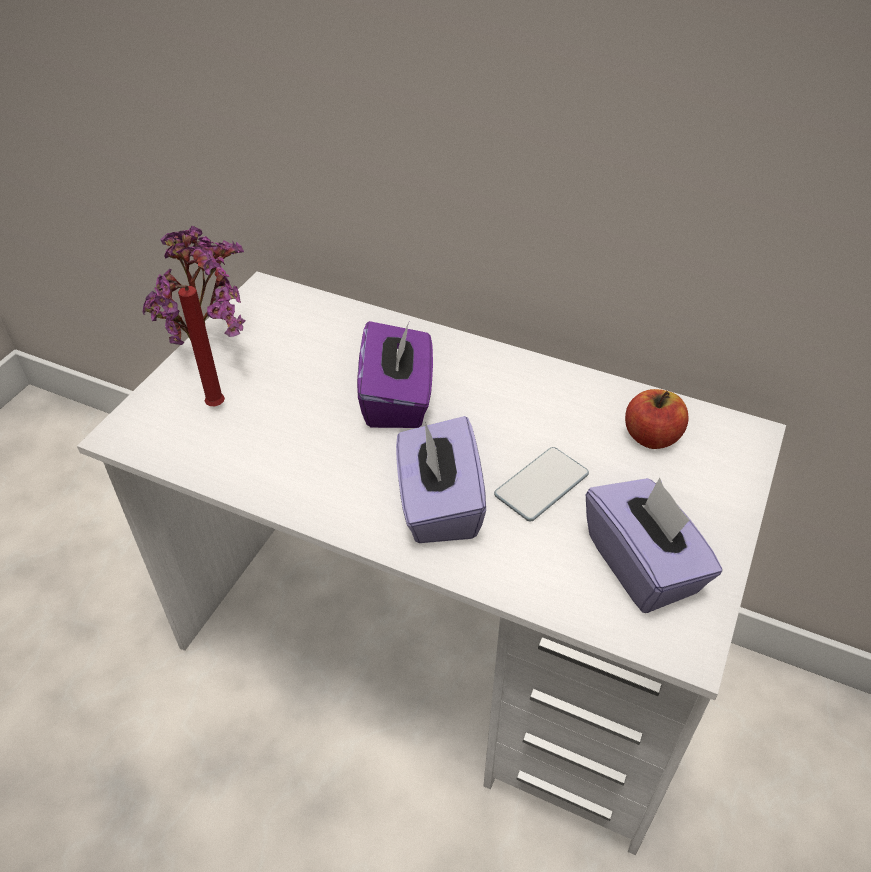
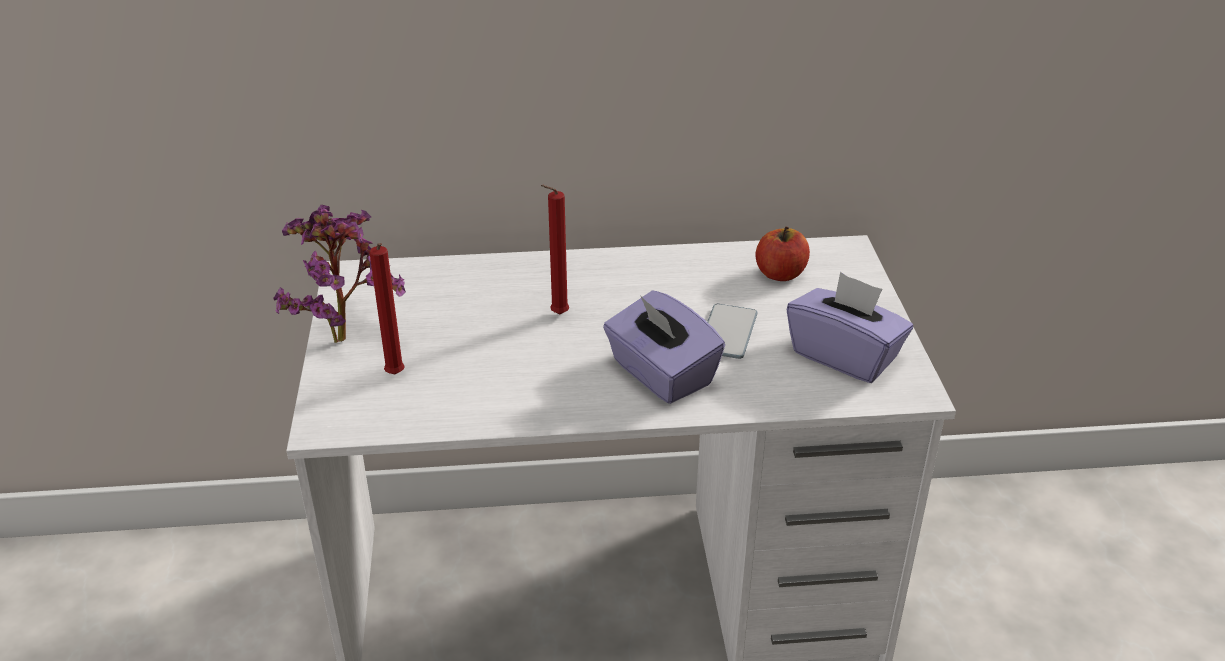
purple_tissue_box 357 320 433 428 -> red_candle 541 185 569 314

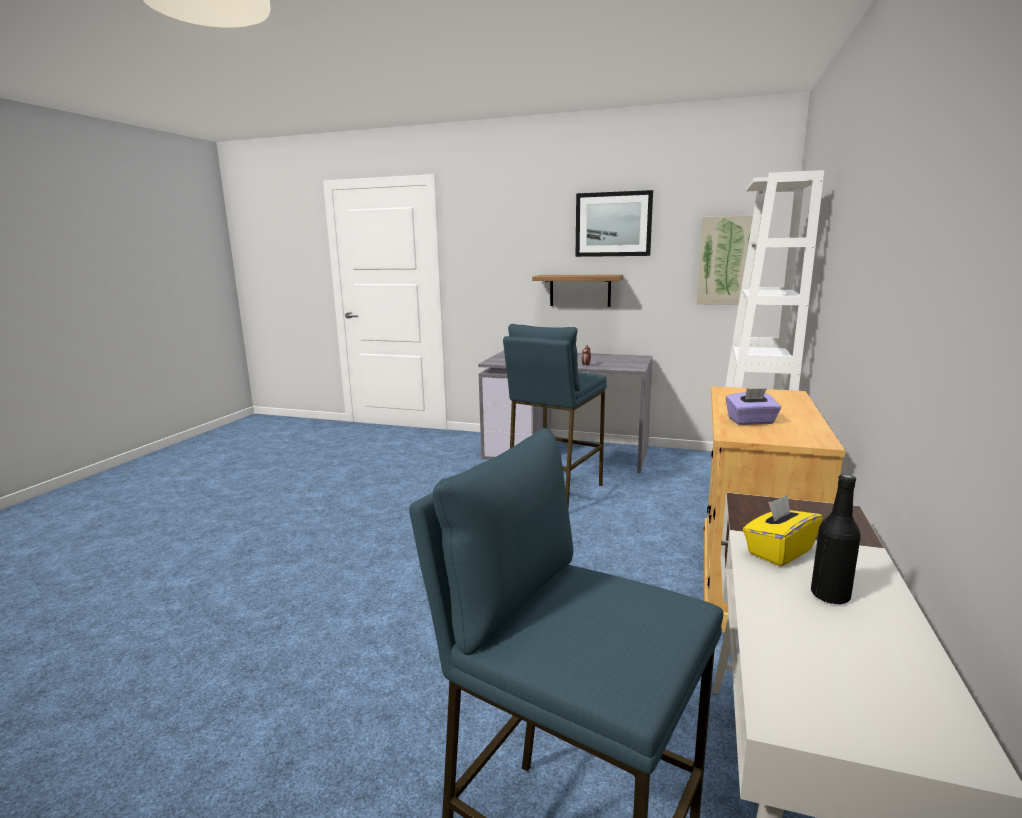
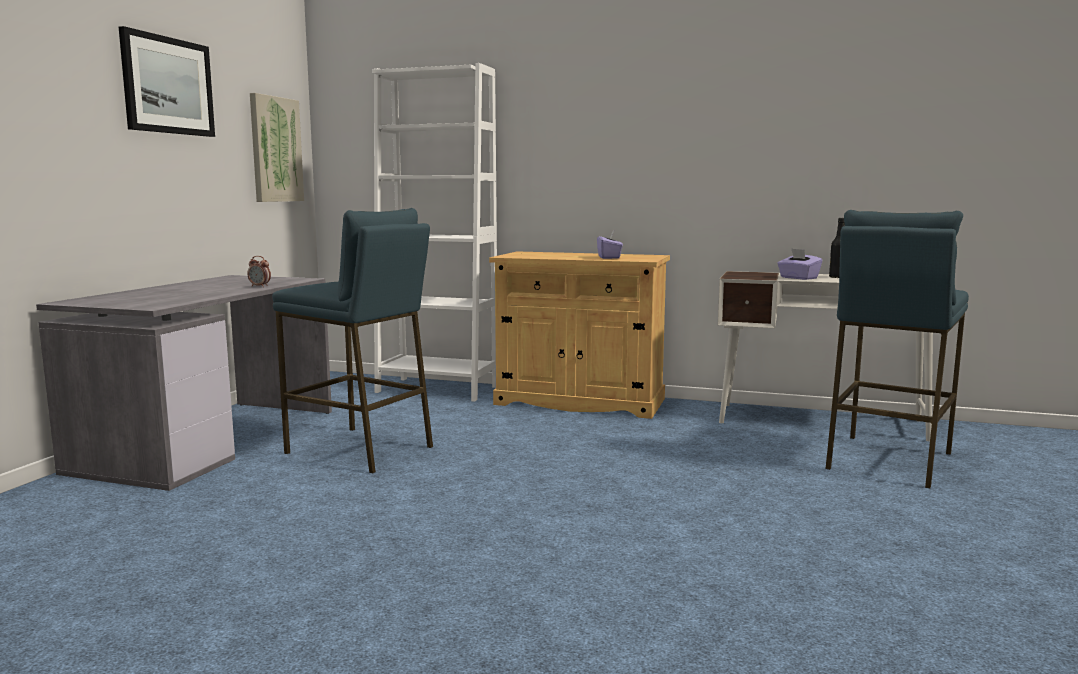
shelf 532 275 623 307 -> none
yellow_tissue_box 743 494 823 566 -> purple_tissue_box 777 248 823 280

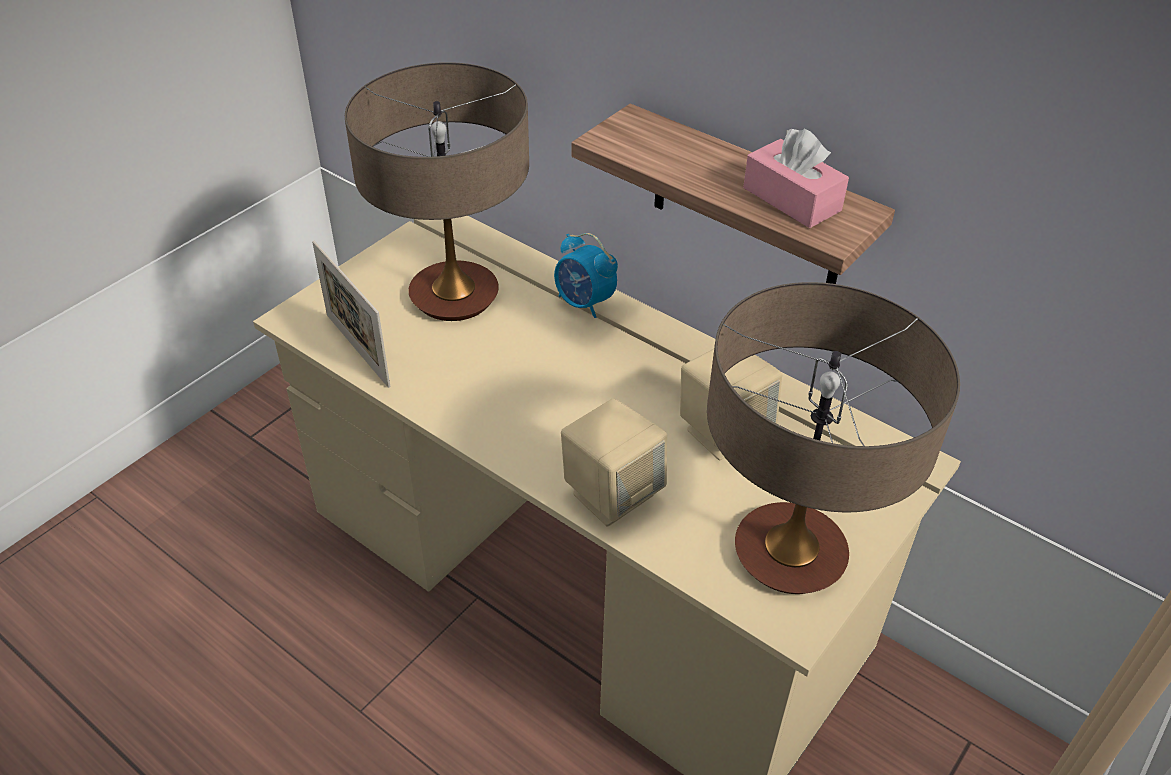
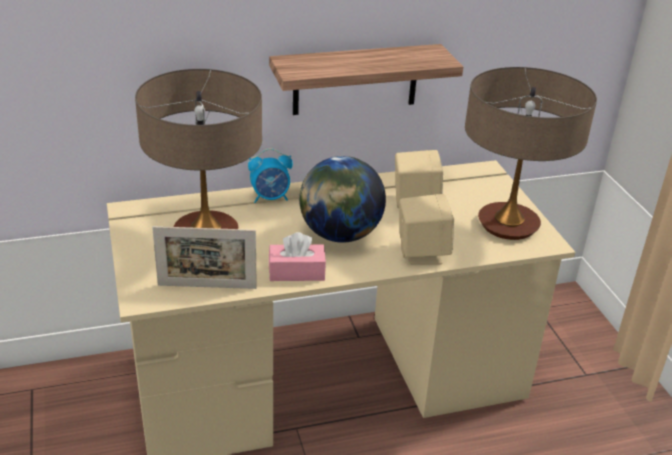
pink_tissue_box 743 129 849 228 -> pink_tissue_box 269 232 326 281, shifted
none -> globe 299 156 386 243

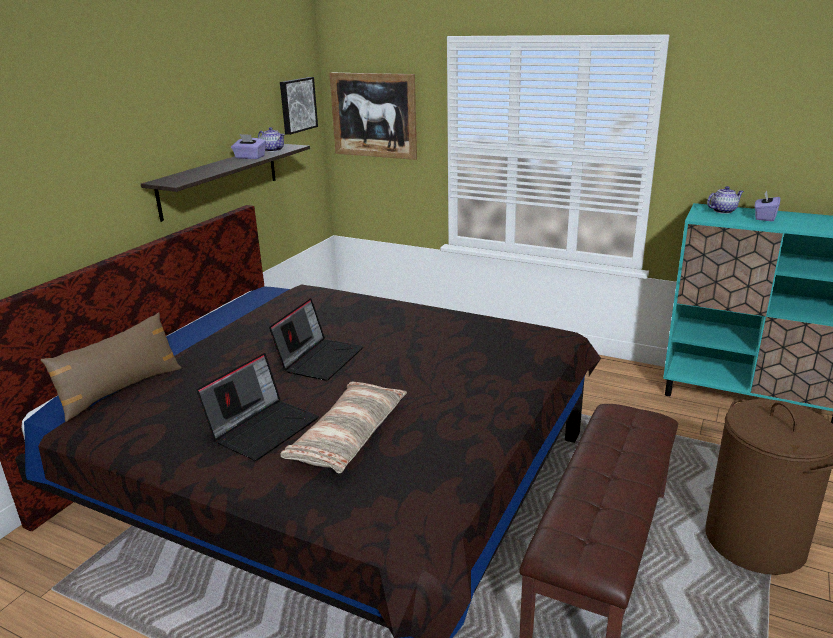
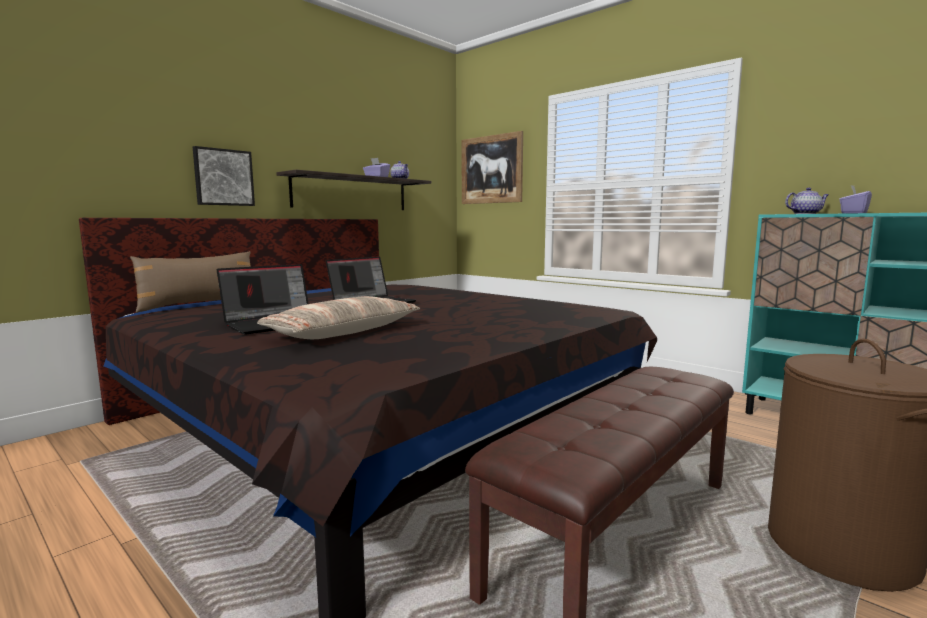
picture 280 77 318 135 -> picture 193 146 255 206, shifted

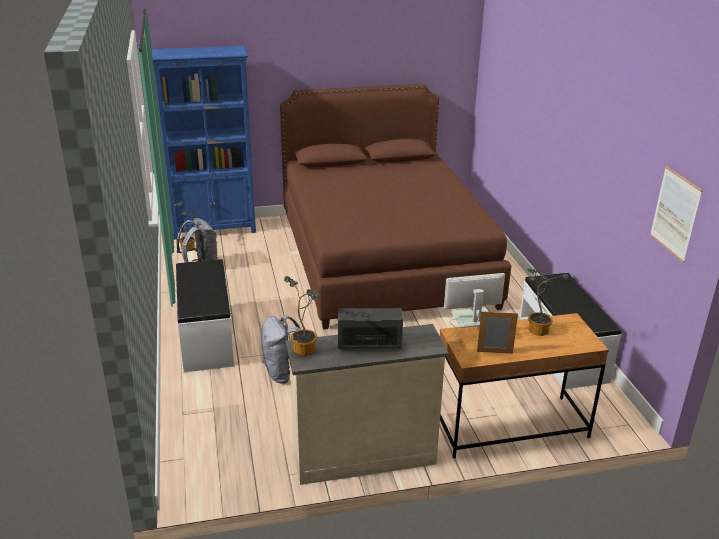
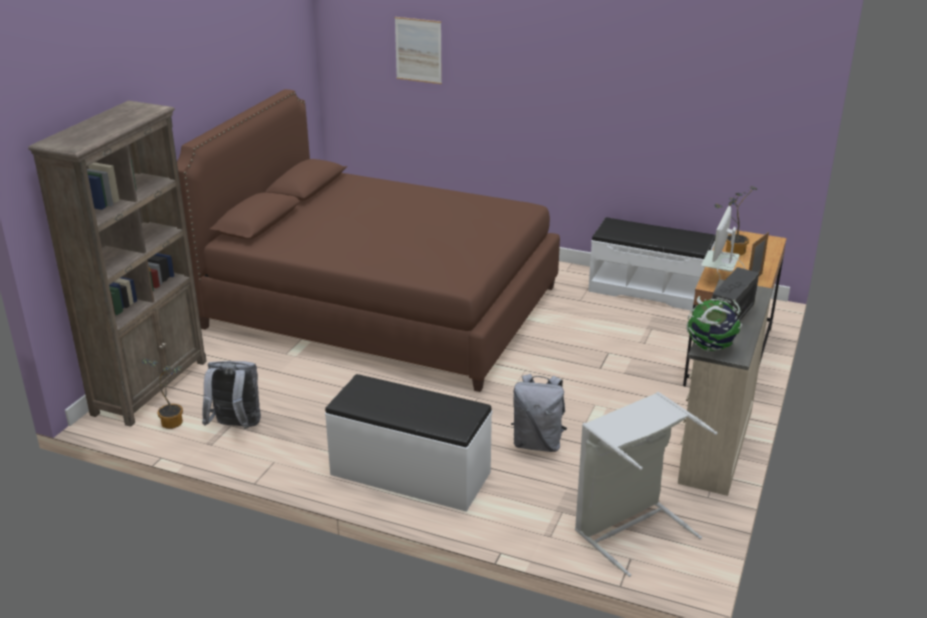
blue_bookcase 152 46 256 240 -> brown_bookcase 28 100 207 427
potted_plant 284 276 321 356 -> globe 686 296 742 351
picture 650 166 703 263 -> picture 395 17 442 84, shifted
none -> grey_laundry_basket 575 392 718 577

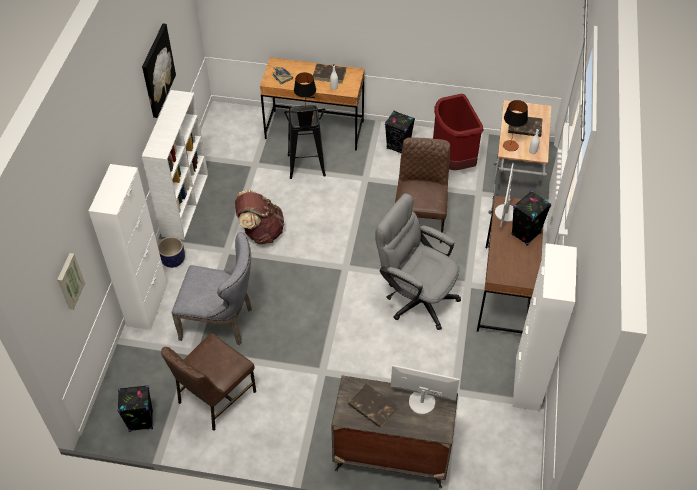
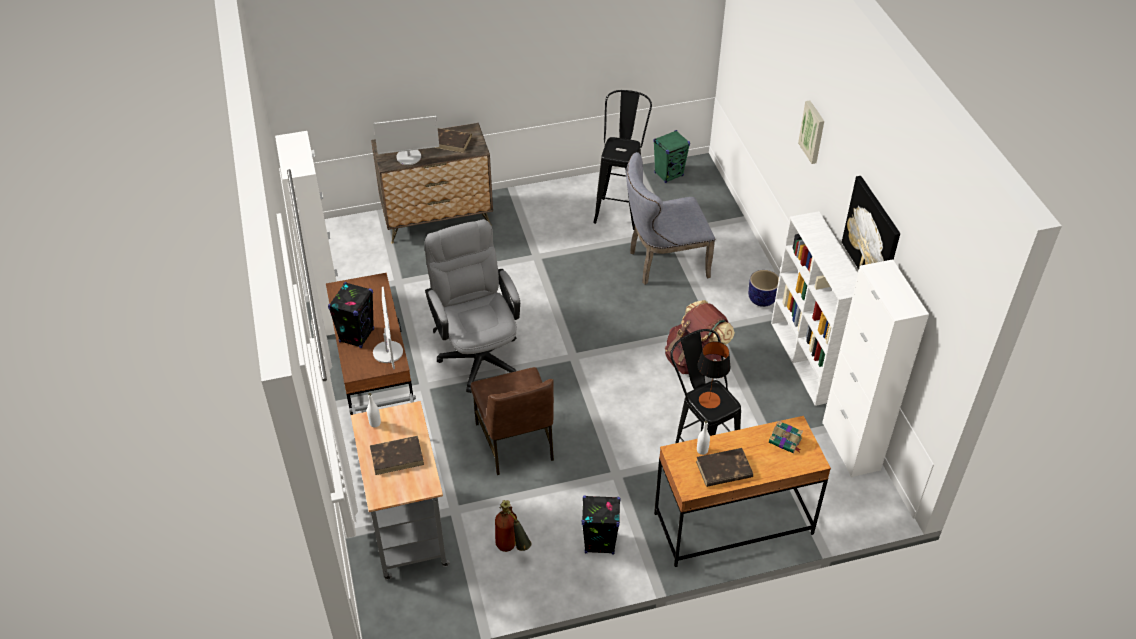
picture 57 253 85 310 -> picture 798 101 824 164, shifted
white_cabinet 89 164 168 330 -> white_cabinet 822 259 929 477, shifted
black_speaker 117 385 153 432 -> green_speaker 653 130 690 183
brown_chair 161 333 256 431 -> black_stool 593 90 652 230
grey_office_chair 375 194 461 330 -> grey_office_chair 424 219 520 393, 120 degrees counterclockwise
red_trash_can 433 94 484 170 -> fire_extinguisher 495 500 532 552
table_lamp 503 100 528 151 -> none

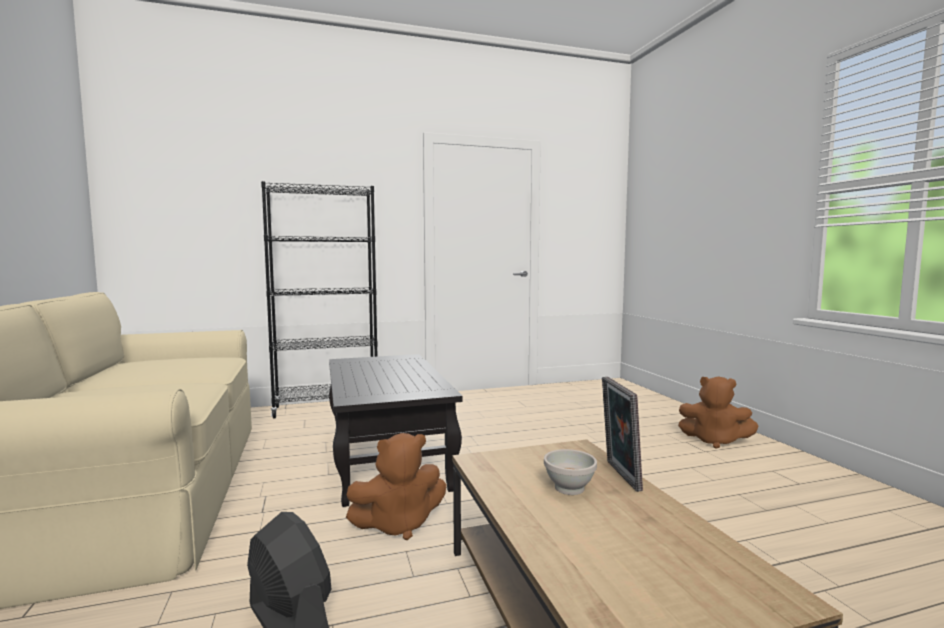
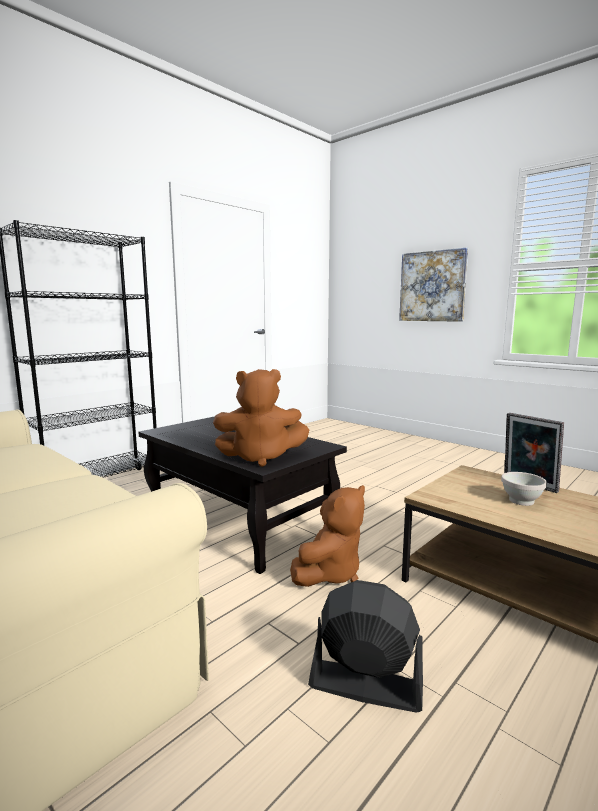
brown_plush_toy 678 376 759 448 -> brown_plush_toy 213 369 309 467, shifted
none -> picture 399 247 468 322

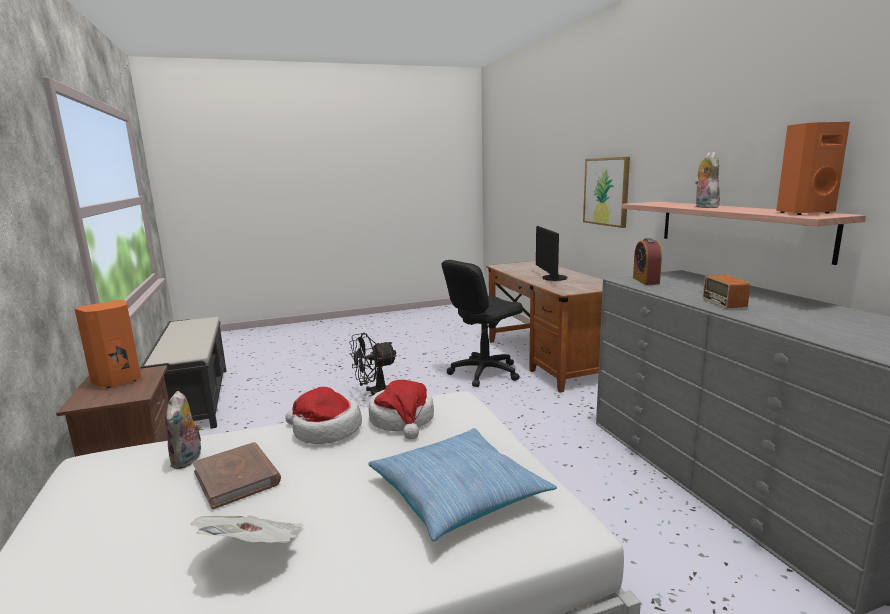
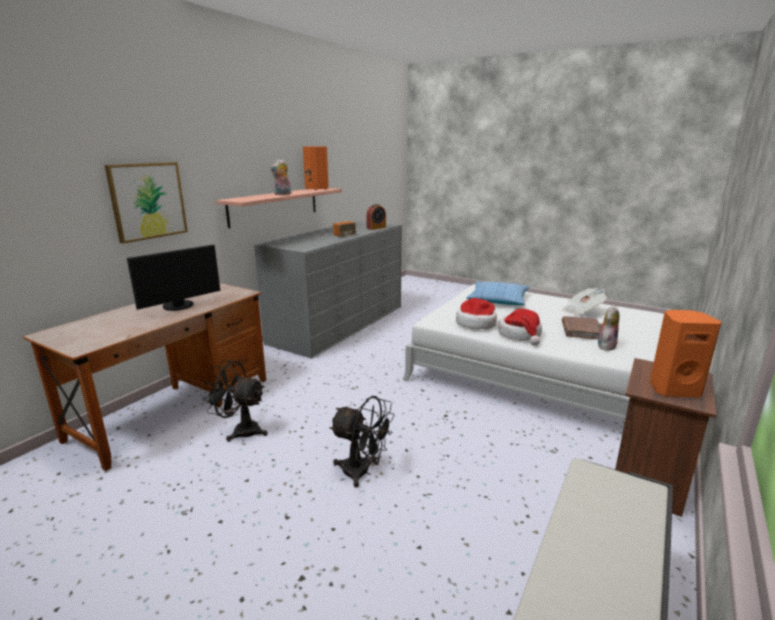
black_office_chair 442 260 523 387 -> black_fan 202 360 268 442
alarm_clock 633 238 662 285 -> alarm_clock 366 204 386 230, shifted

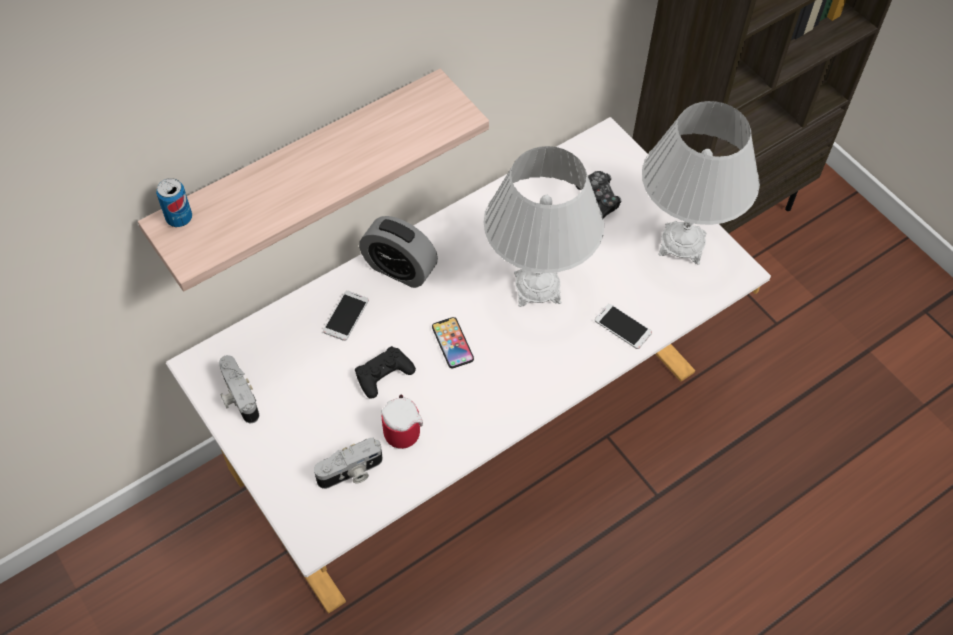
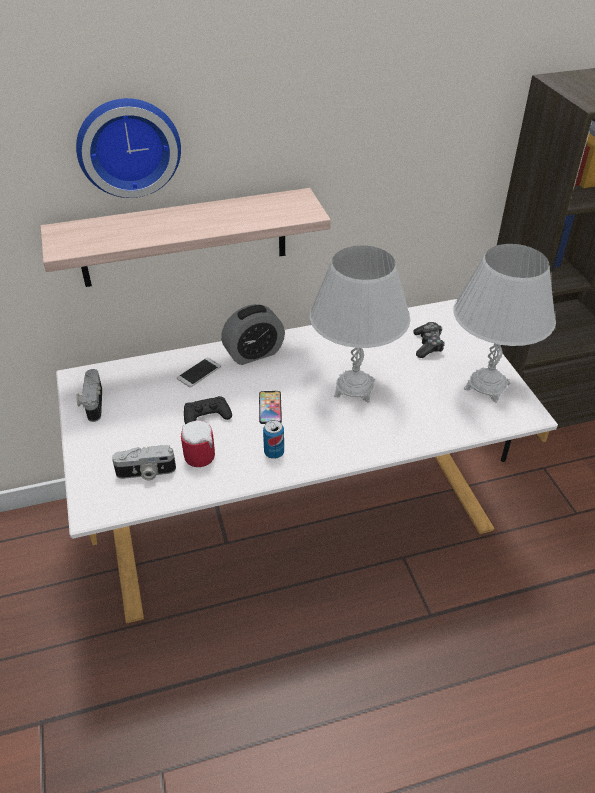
can 156 178 192 227 -> can 263 420 284 459, shifted
alarm_clock 359 216 438 288 -> alarm_clock 221 304 285 365, 75 degrees counterclockwise
phone 595 304 652 349 -> none
none -> wall_clock 76 98 181 198

